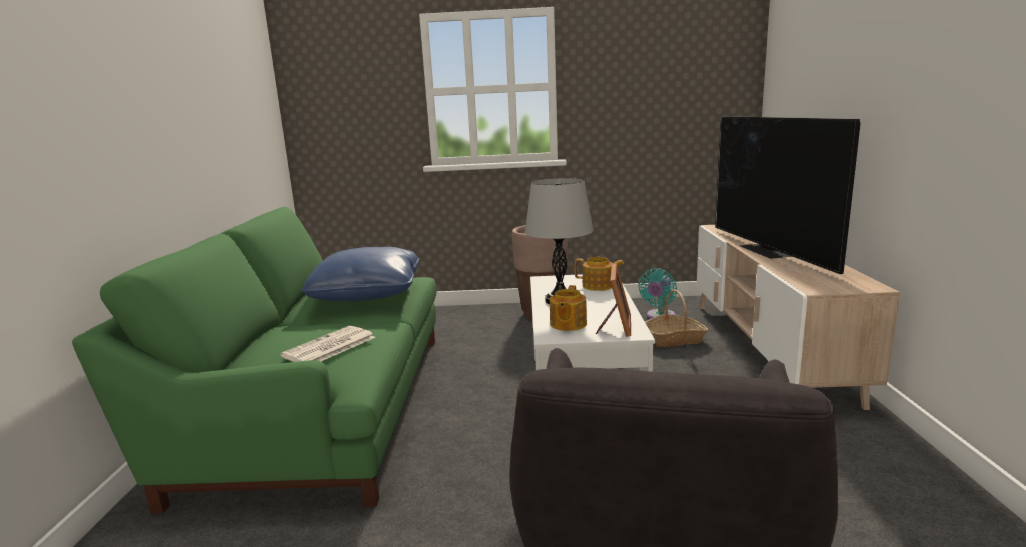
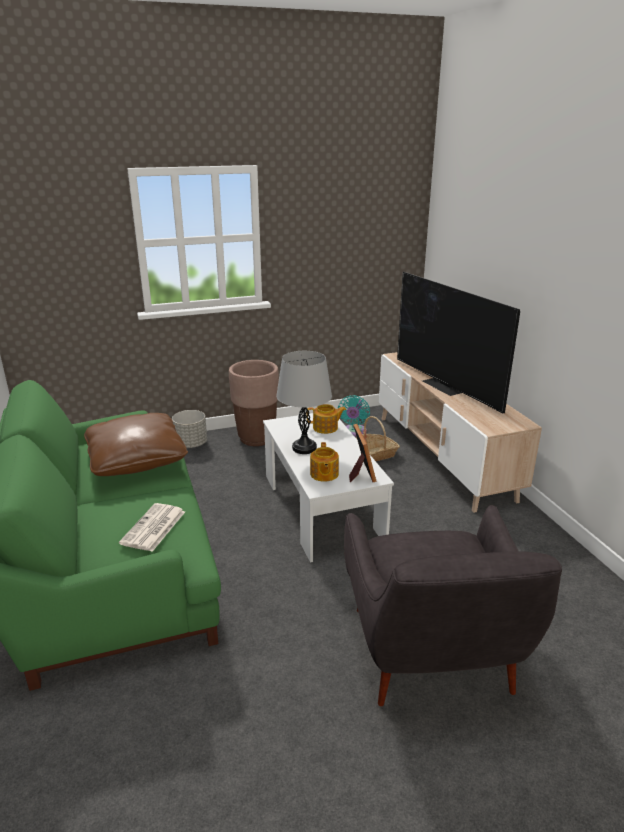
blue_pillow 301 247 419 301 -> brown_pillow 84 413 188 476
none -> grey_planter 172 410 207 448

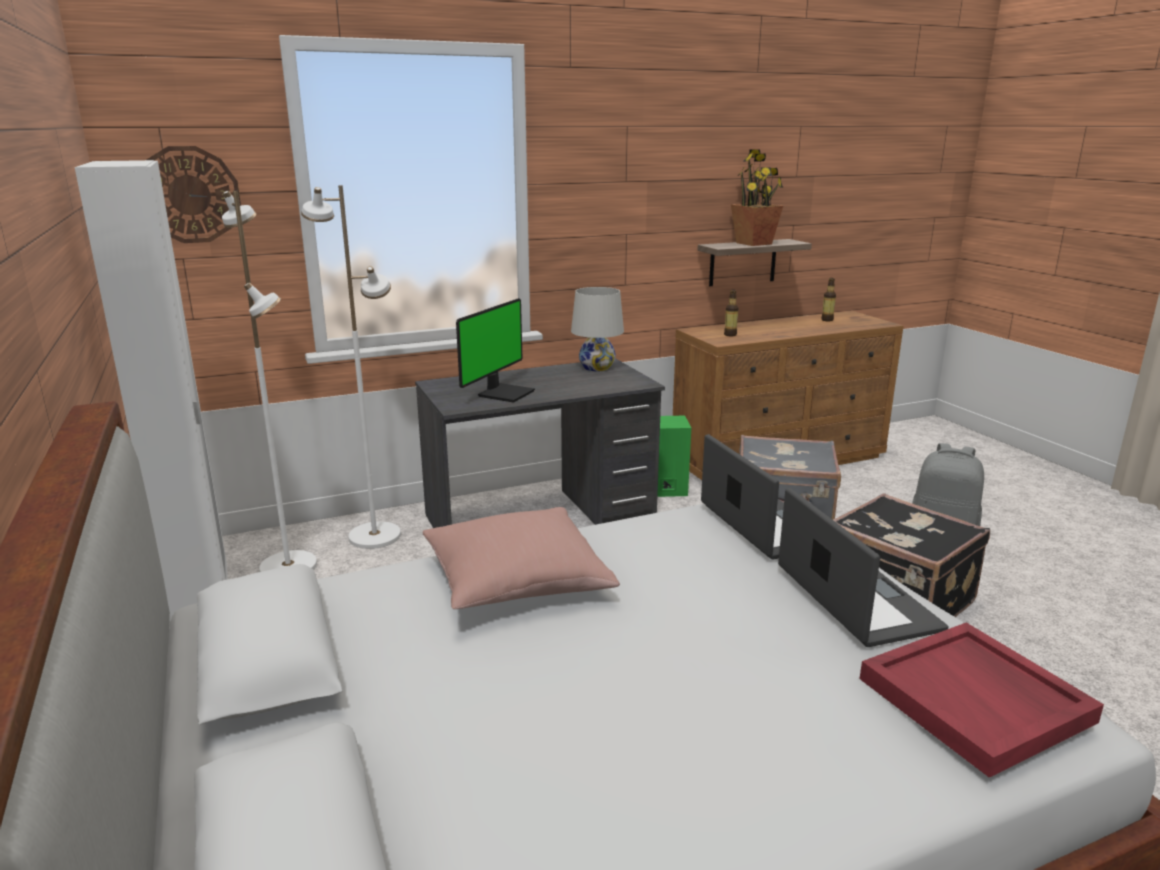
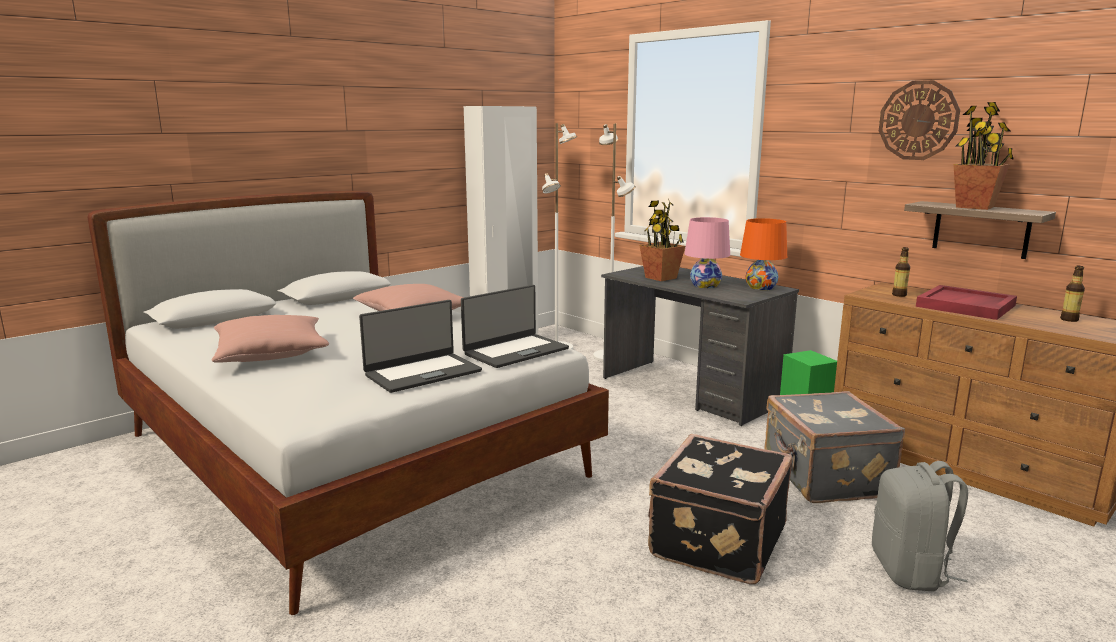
wall_clock 146 146 241 243 -> wall_clock 879 80 960 160, shifted
monitor 456 298 535 403 -> potted_plant 639 198 685 281
white_table_lamp 571 287 624 372 -> orange_table_lamp 740 218 787 290
red_tray 860 622 1104 778 -> red_tray 916 285 1017 320, shifted
none -> pink_pillow 211 315 329 363
none -> pink_table_lamp 684 217 730 288

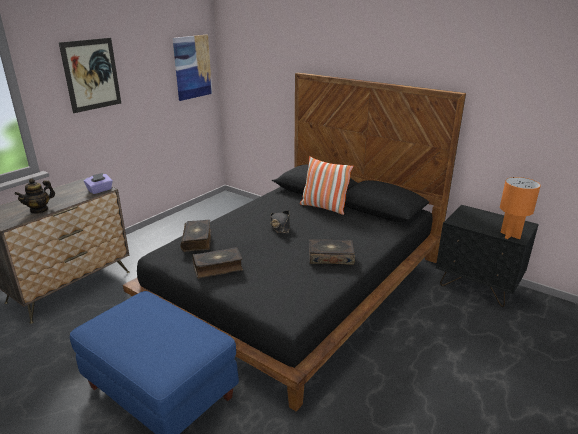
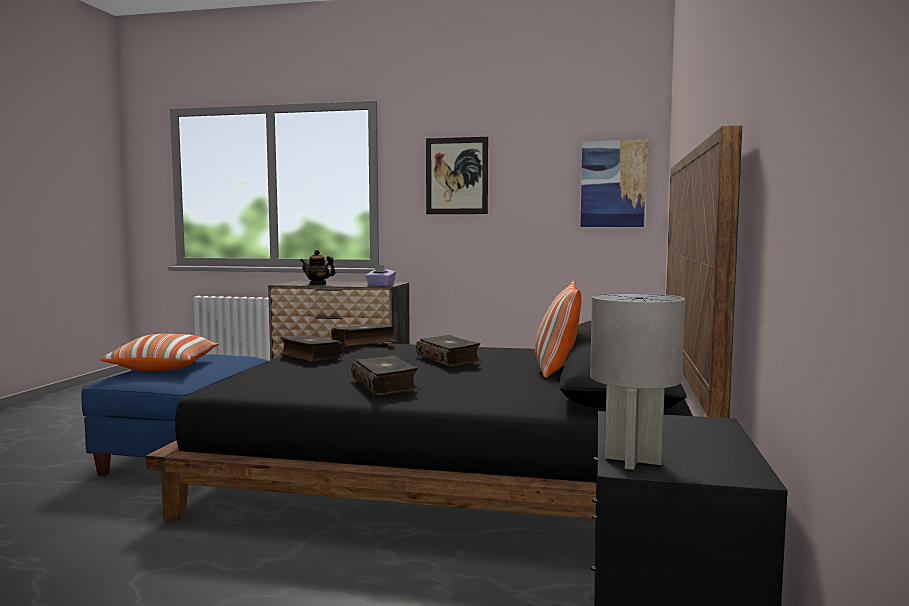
black_hat 270 210 290 233 -> book 416 335 481 367
orange_table_lamp 500 177 541 239 -> grey_table_lamp 590 293 685 470
none -> pillow 100 334 219 371

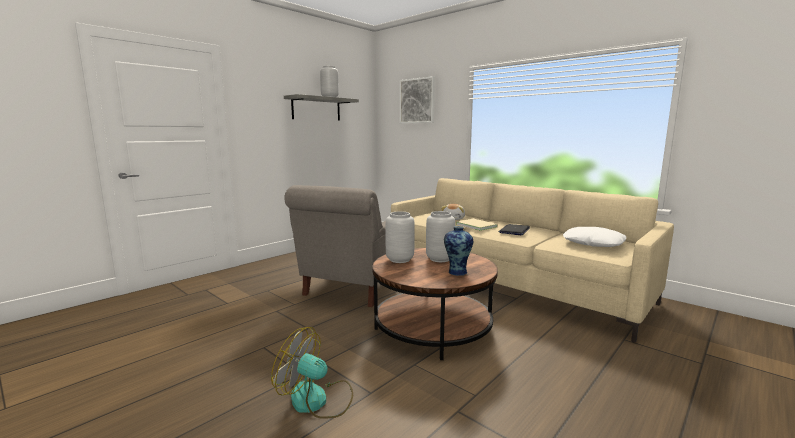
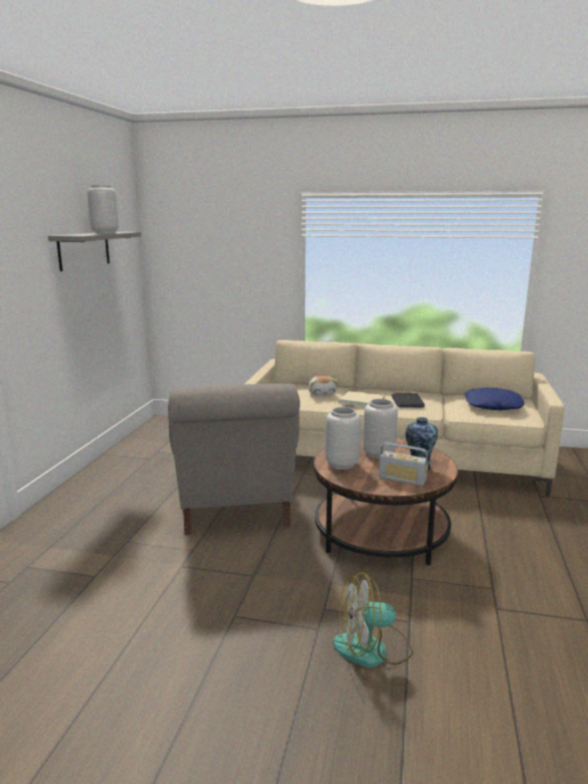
picture 400 76 435 123 -> none
white_pillow 563 227 626 247 -> blue_pillow 465 388 524 410
none -> radio 379 442 428 486

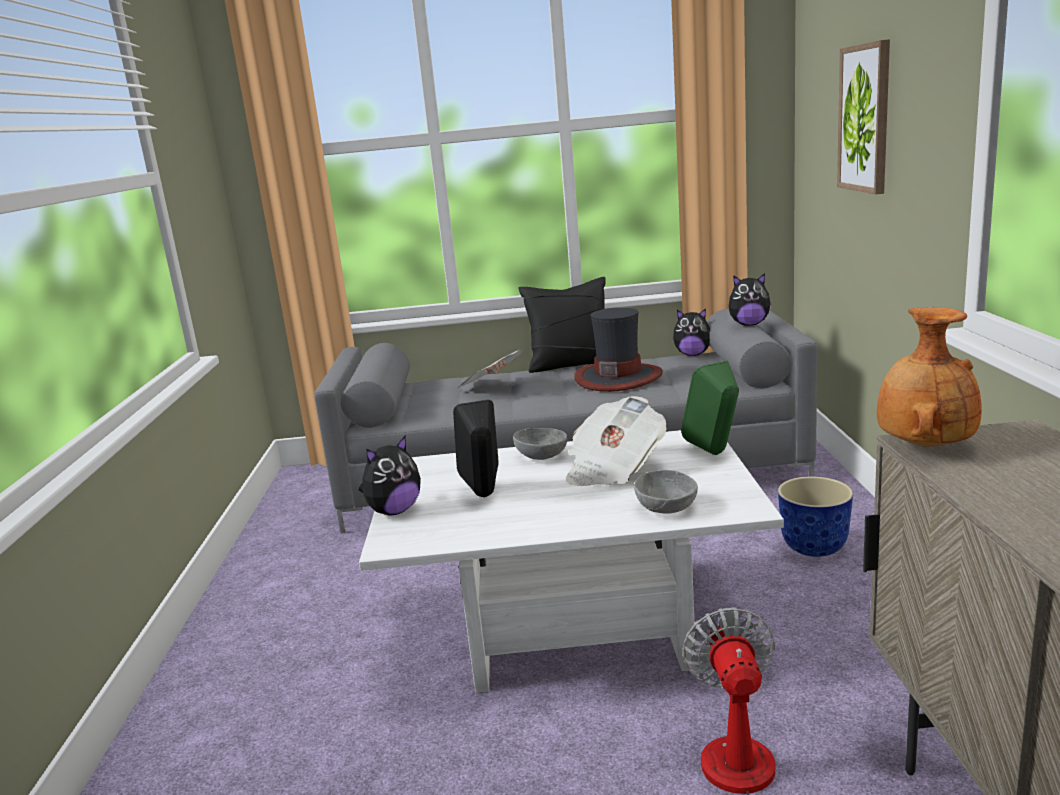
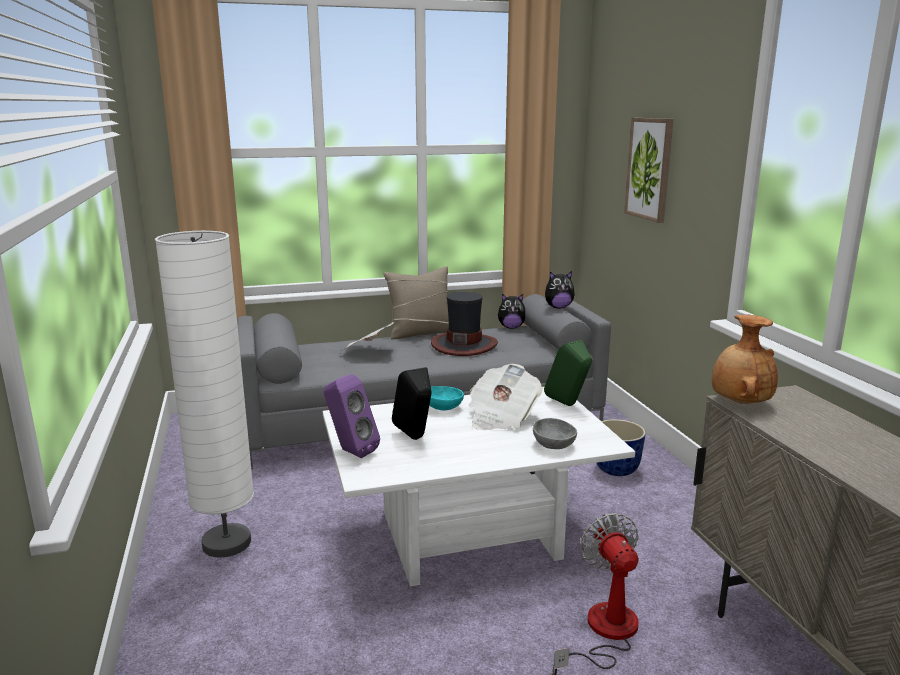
plush_toy 359 436 421 515 -> purple_speaker 323 374 380 458
grey_bowl 513 428 567 460 -> turquoise_bowl 429 386 464 411
black_pillow 519 277 606 373 -> beige_pillow 383 267 449 339
none -> white_floor_lamp 155 231 254 558

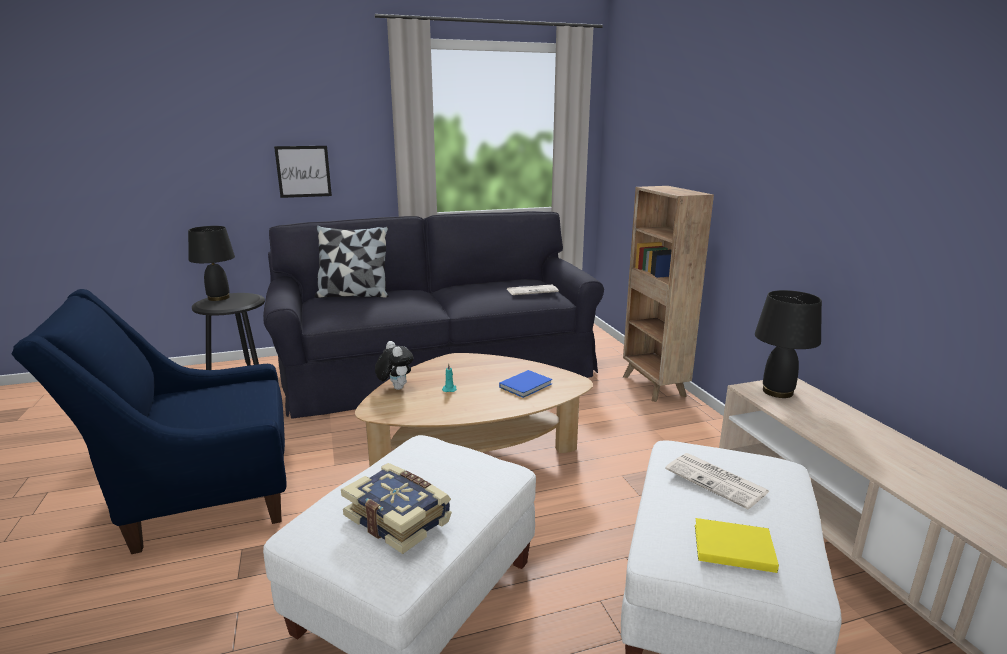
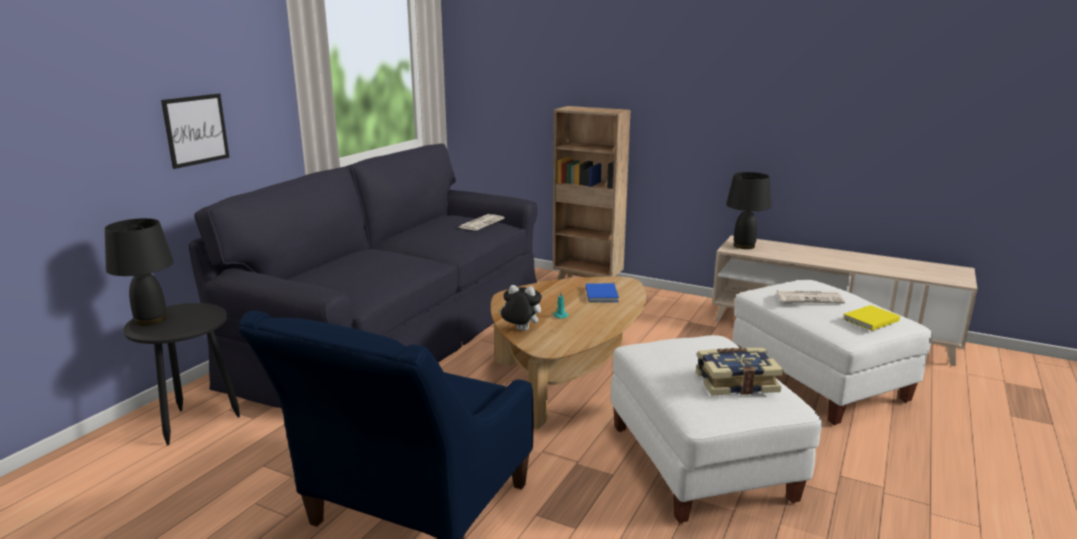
pillow 315 225 389 298 -> none

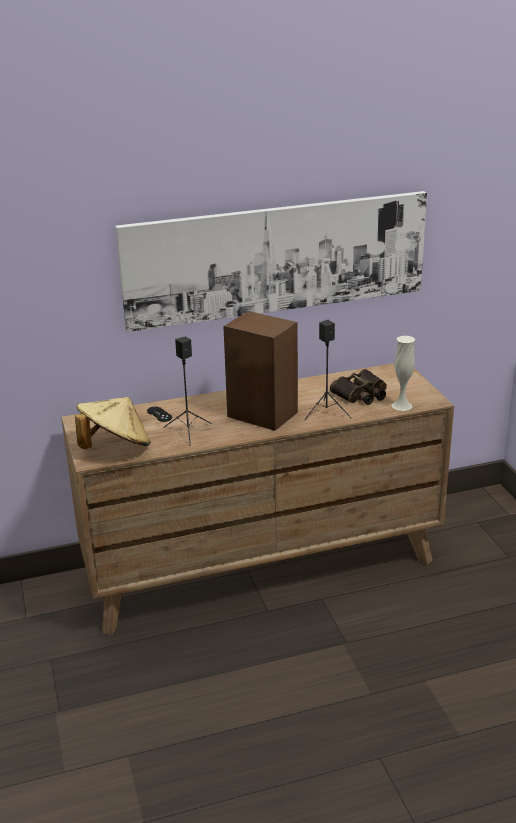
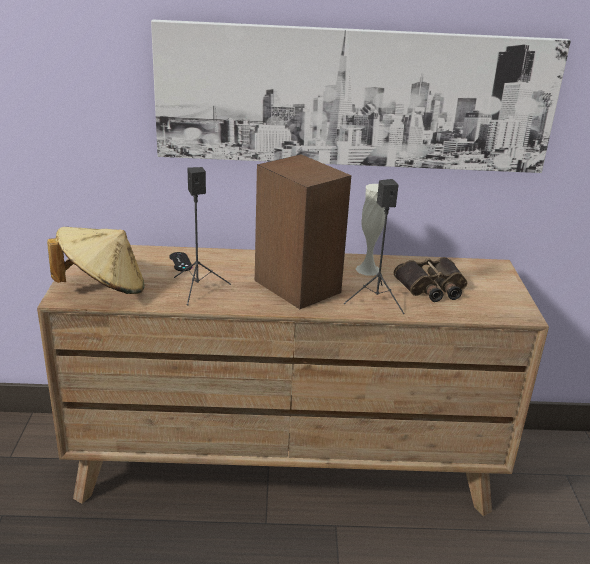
white_vase 392 336 415 411 -> white_vase 356 184 385 276, shifted

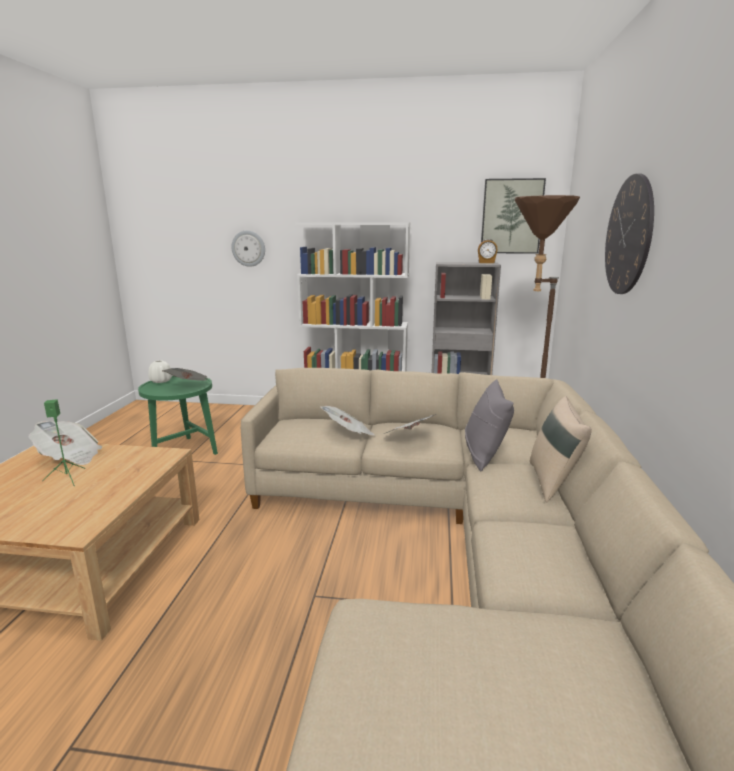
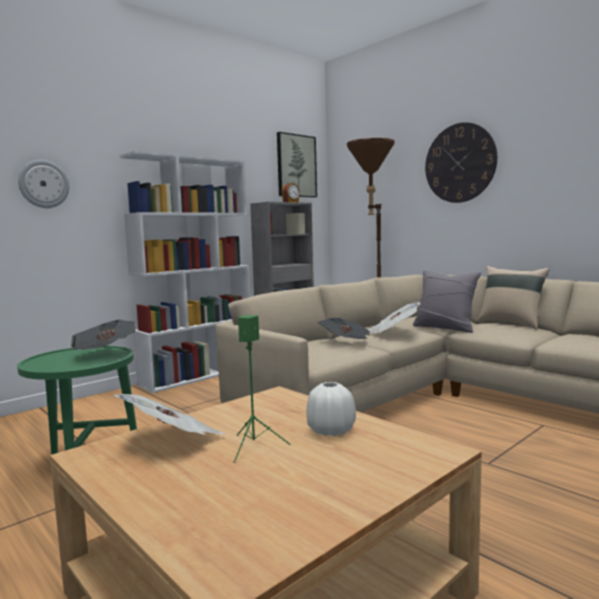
white_vase 148 360 172 383 -> white_vase 306 382 356 436, shifted

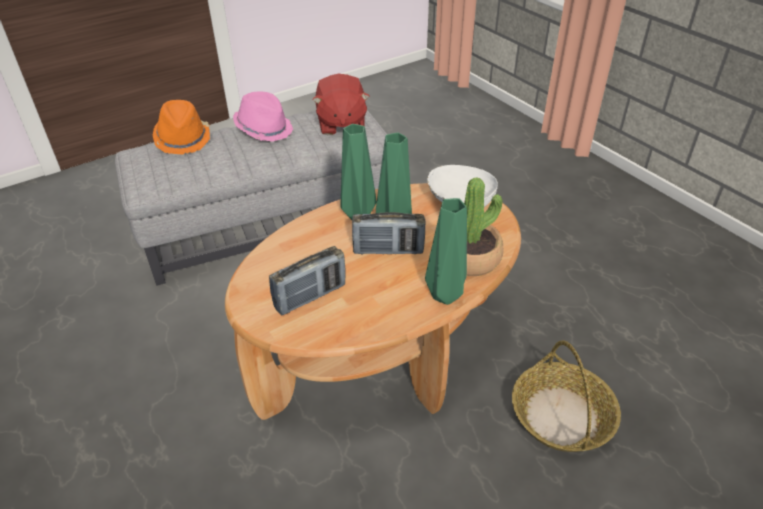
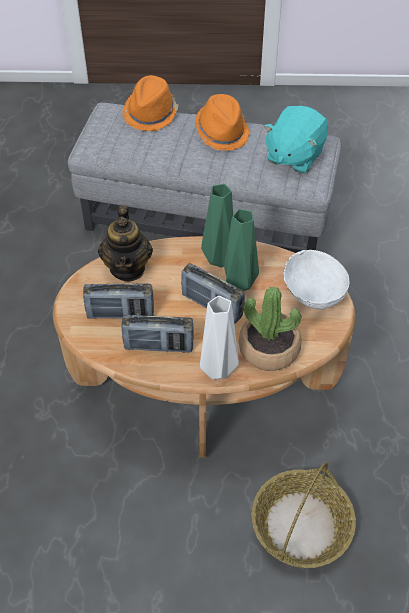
pink_hat 233 91 293 142 -> orange_hat 195 94 250 150
red_plush_toy 312 74 370 135 -> turquoise_plush_toy 264 106 328 174
green_vase 425 198 467 305 -> white_vase 200 296 239 380
none -> teapot 98 205 153 281
none -> radio 122 315 194 353

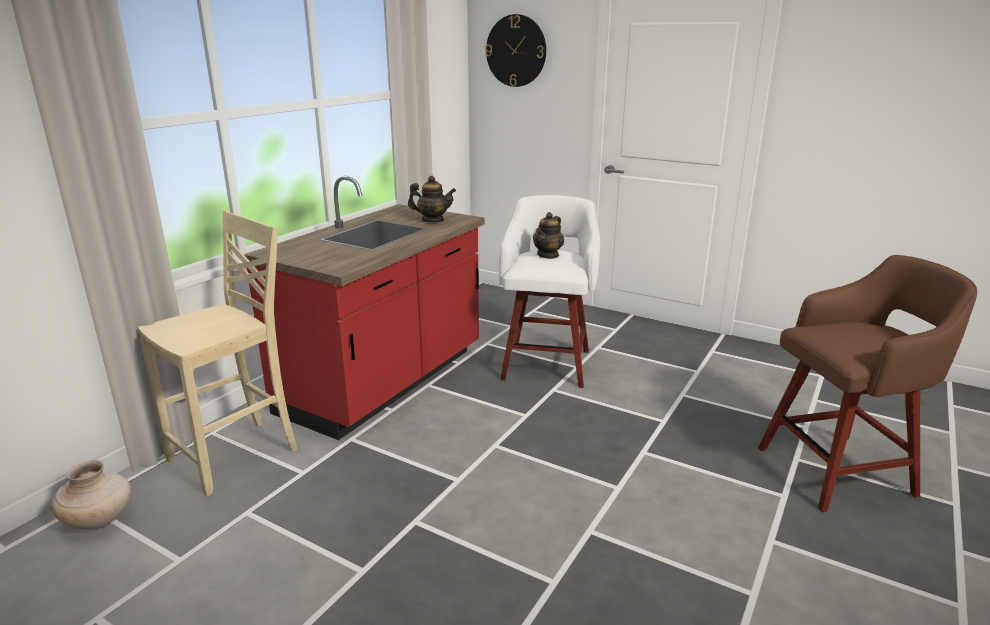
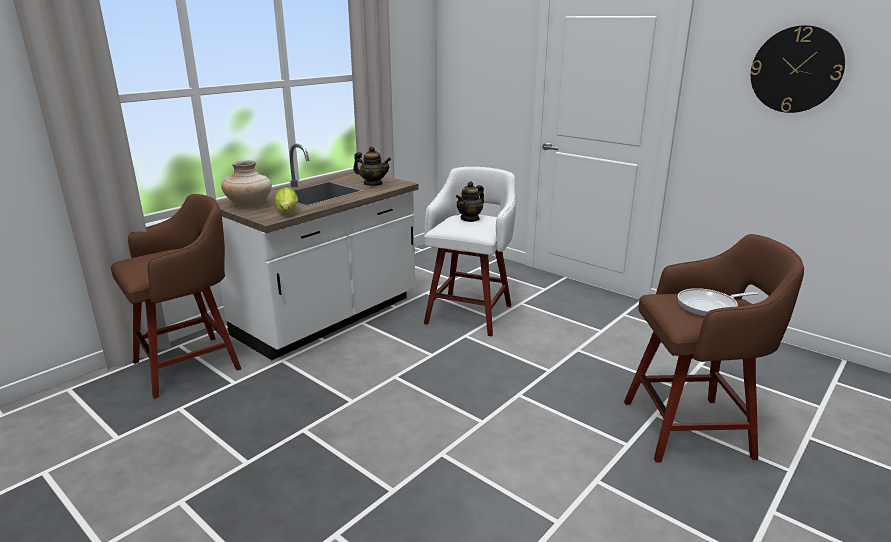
beige_vase 51 460 131 530 -> beige_vase 221 160 272 207, shifted
beige_chair 138 211 297 497 -> brown_stool 110 194 241 399
red_counter 244 176 485 440 -> white_counter 217 144 419 360
wall_clock 485 14 546 87 -> wall_clock 751 25 845 113, shifted
none -> lettuce 275 187 298 213
none -> frying_pan 678 288 758 317

